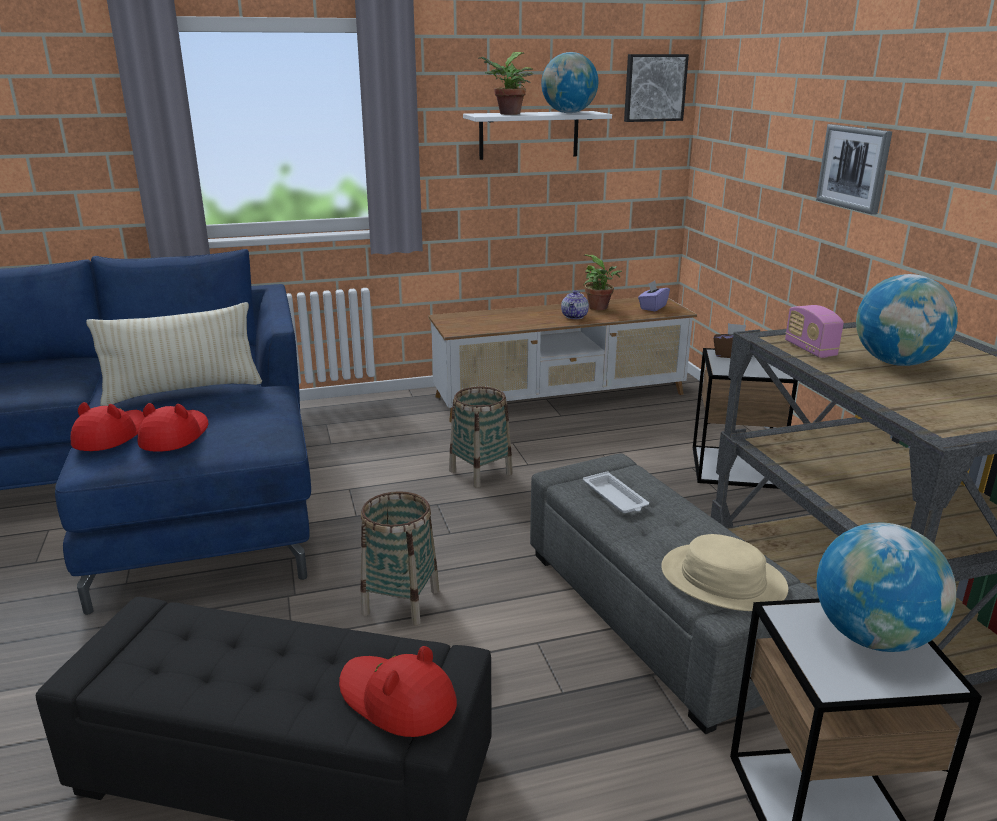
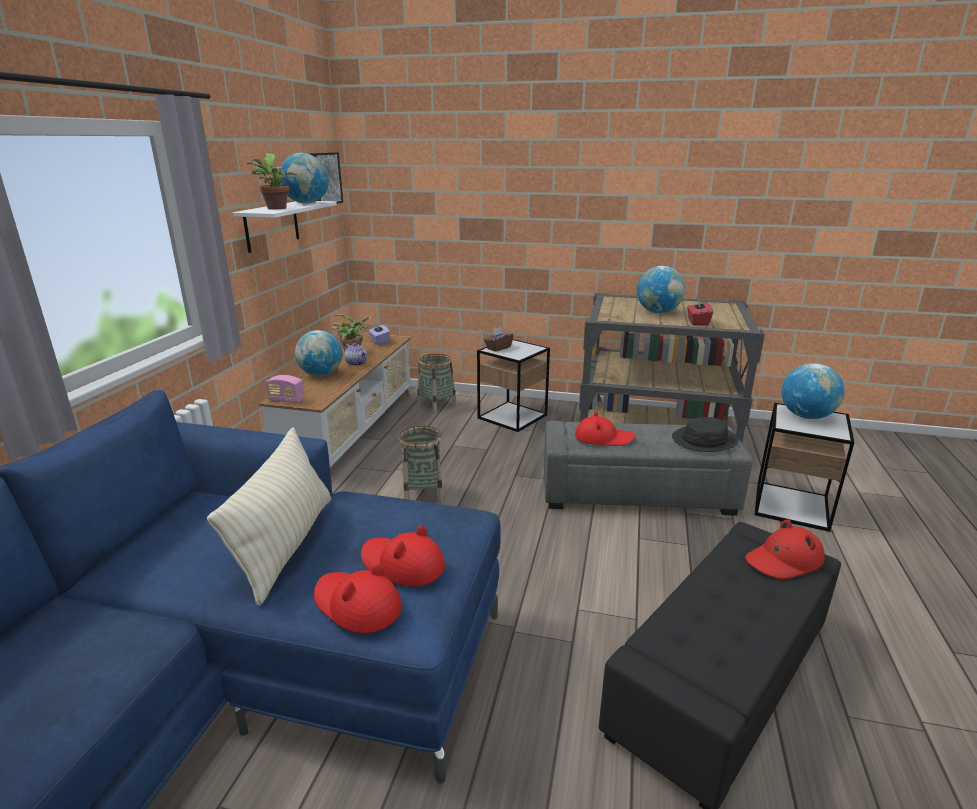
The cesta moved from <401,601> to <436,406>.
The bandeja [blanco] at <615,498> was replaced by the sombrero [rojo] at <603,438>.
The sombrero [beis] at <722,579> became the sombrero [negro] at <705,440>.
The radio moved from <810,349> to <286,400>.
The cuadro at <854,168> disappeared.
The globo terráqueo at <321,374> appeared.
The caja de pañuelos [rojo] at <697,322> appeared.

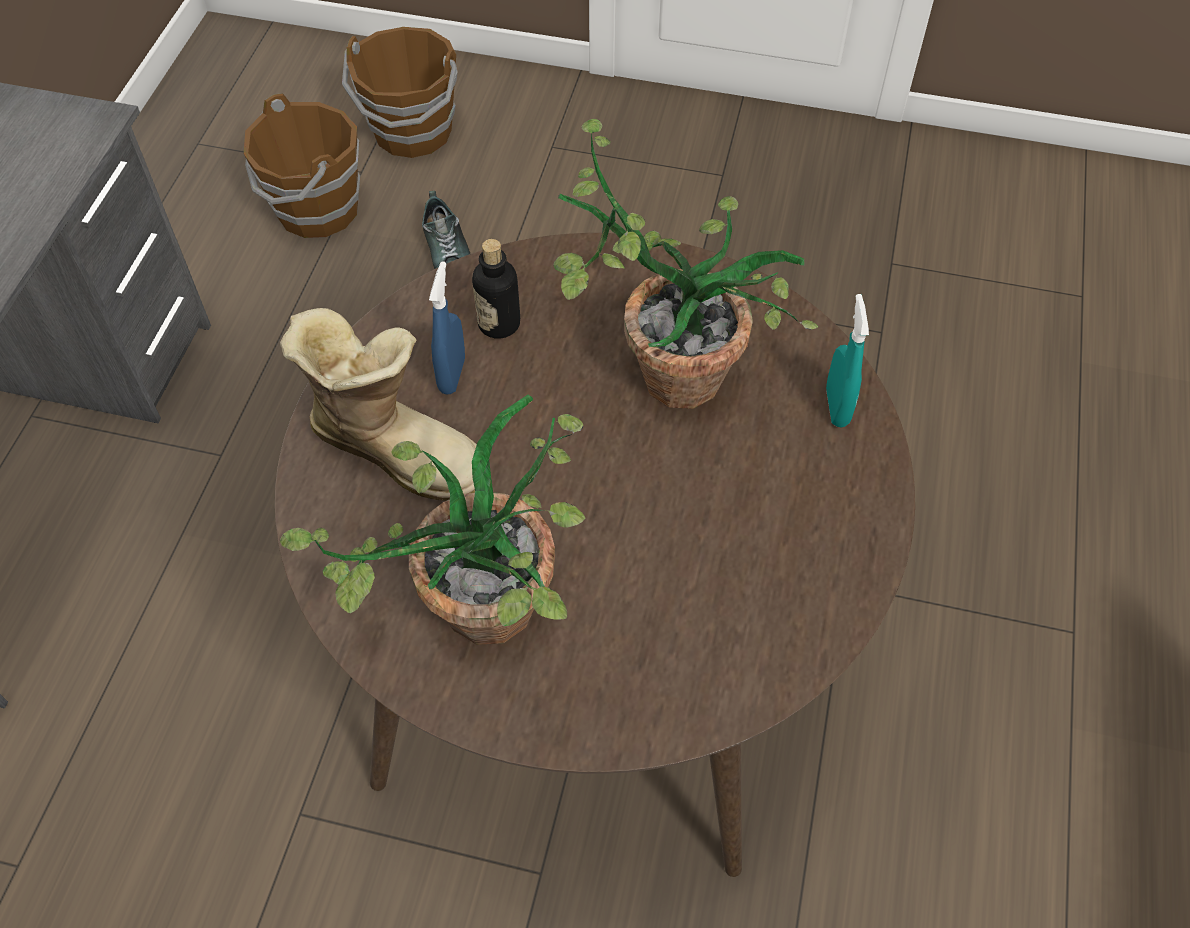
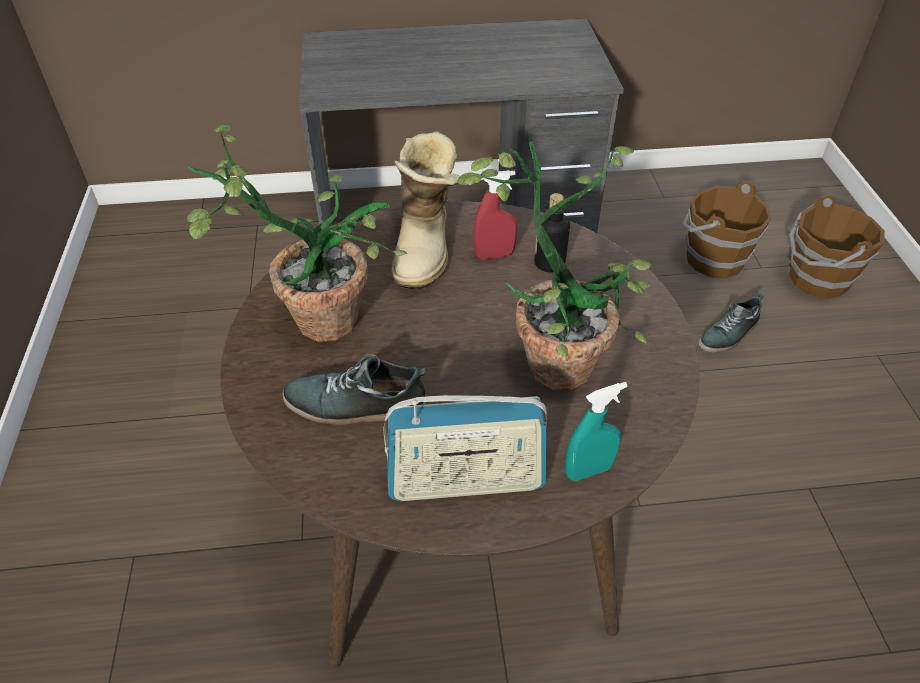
The pulverizador [azul] at <452,375> became the pulverizador [rojo] at <494,255>.
The zapato at <355,405> appeared.
The radio at <466,480> appeared.

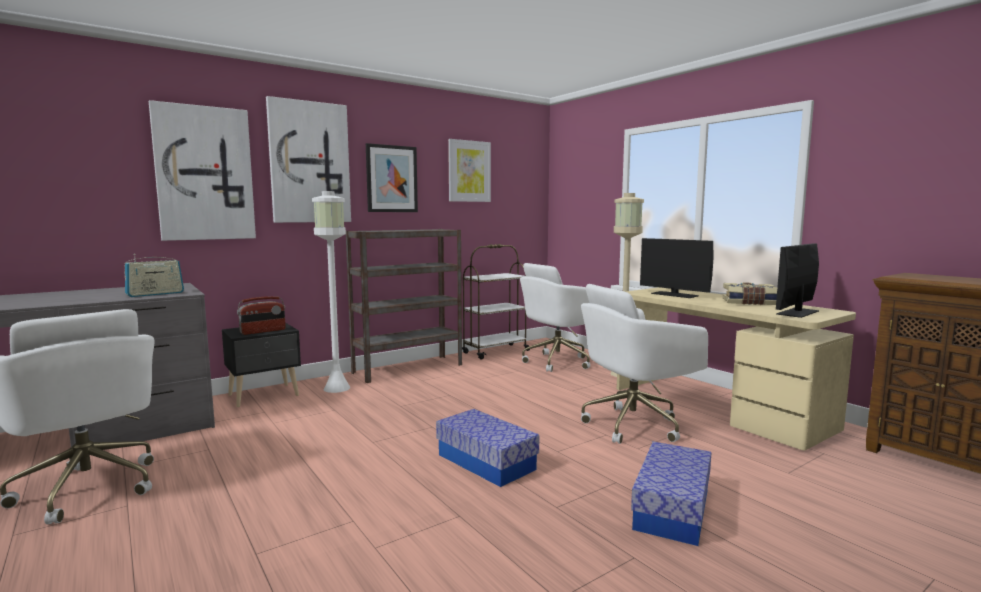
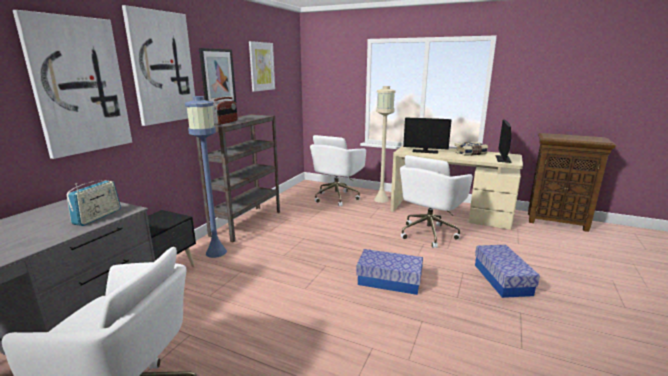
The radio moved from <263,331> to <225,122>.
The lámpara de pie [blanco] at <337,388> became the lámpara de pie [azul] at <216,252>.
The carrito [blanco] at <495,352> disappeared.

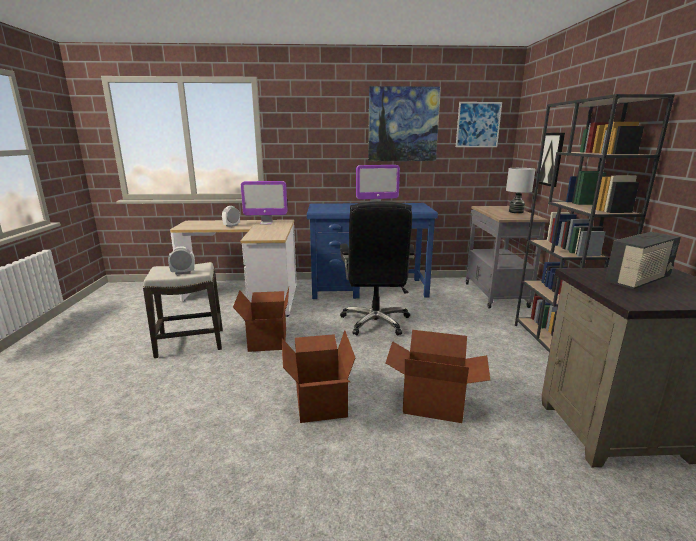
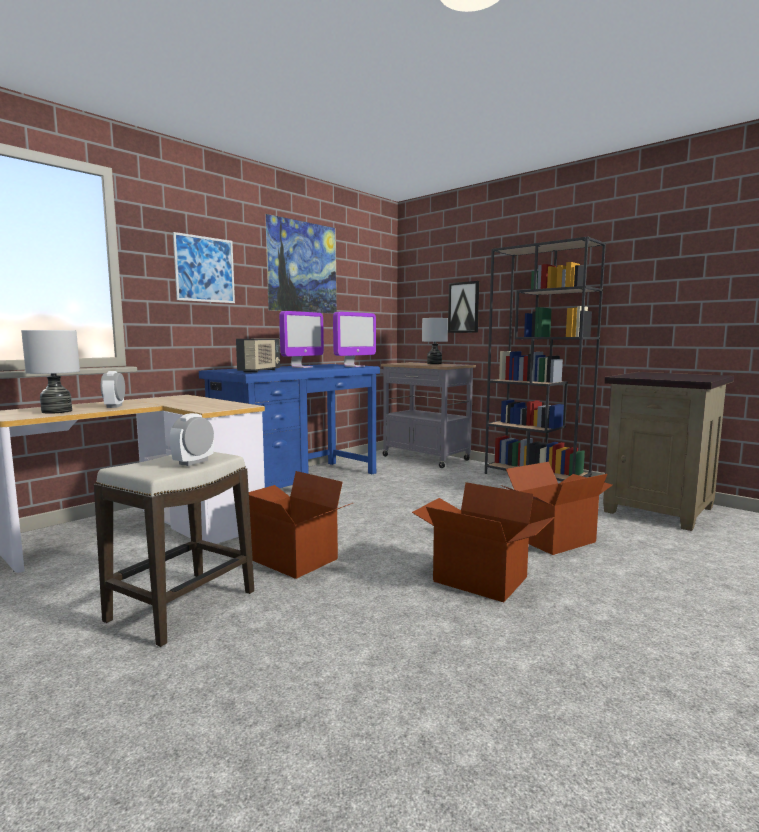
The monitor moved from <266,223> to <354,366>.
The silla de oficina [negro] at <375,320> disappeared.
The cuadro moved from <478,125> to <204,269>.
The radio moved from <638,281> to <260,371>.
The lámpara de mesa [gris] at <57,411> appeared.

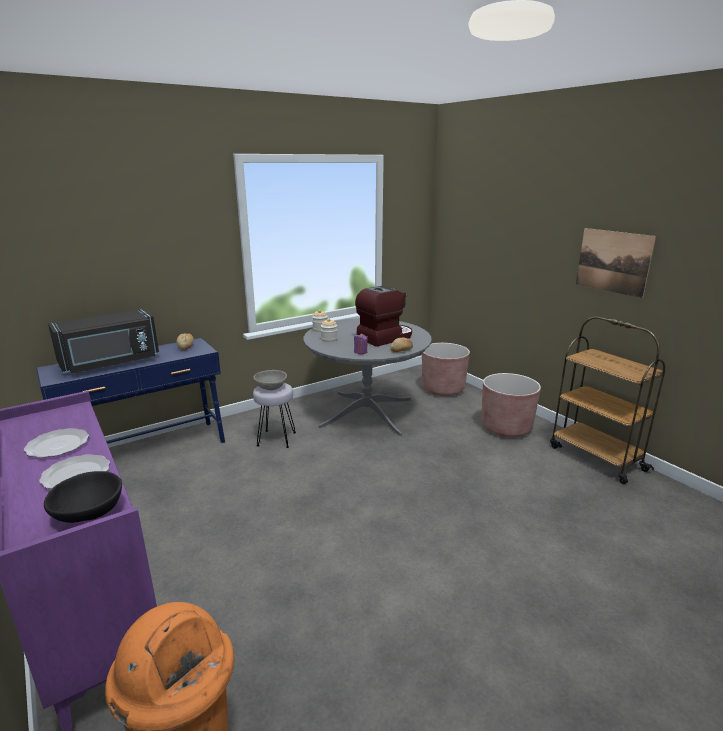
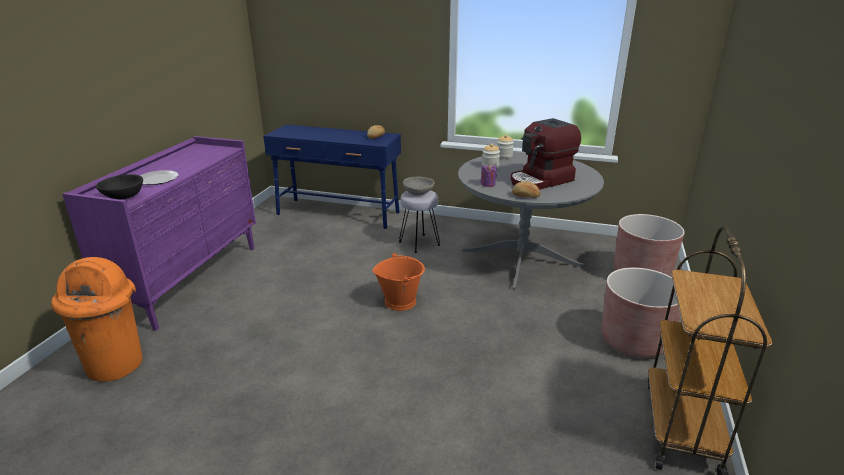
The plato at <58,445> disappeared.
The microondas [negro] at <111,362> disappeared.
The cafetera at <385,337> turned 135 degrees clockwise.
The cuadro at <613,261> disappeared.
The cubo [naranja] at <400,301> appeared.

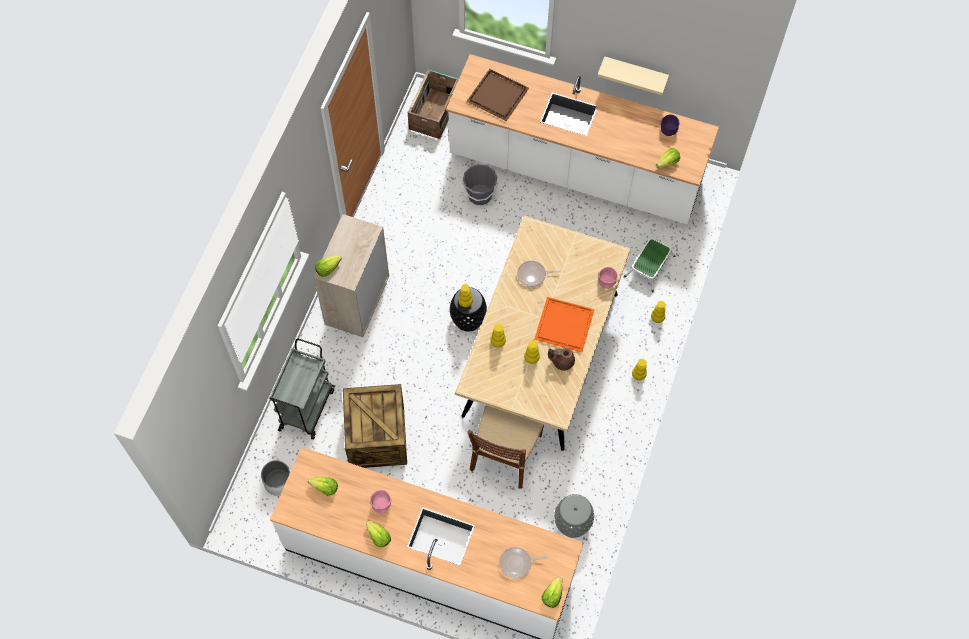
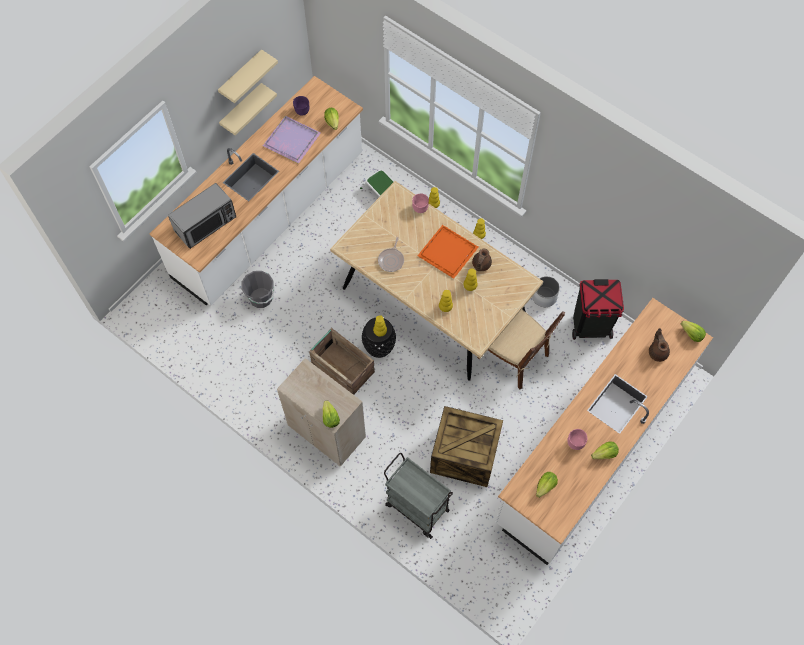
The maceta [blanco] moved from <278,482> to <544,296>.
The caja de embalaje moved from <435,112> to <342,367>.
The bandeja [marrón] at <499,95> was replaced by the microondas at <206,224>.
The sartén at <517,563> was replaced by the tetera [marrón] at <657,352>.
The taburete [gris] at <572,523> was replaced by the papelera [negro] at <590,326>.
The estante [beis] at <241,77> appeared.
The bandeja [morado] at <291,139> appeared.

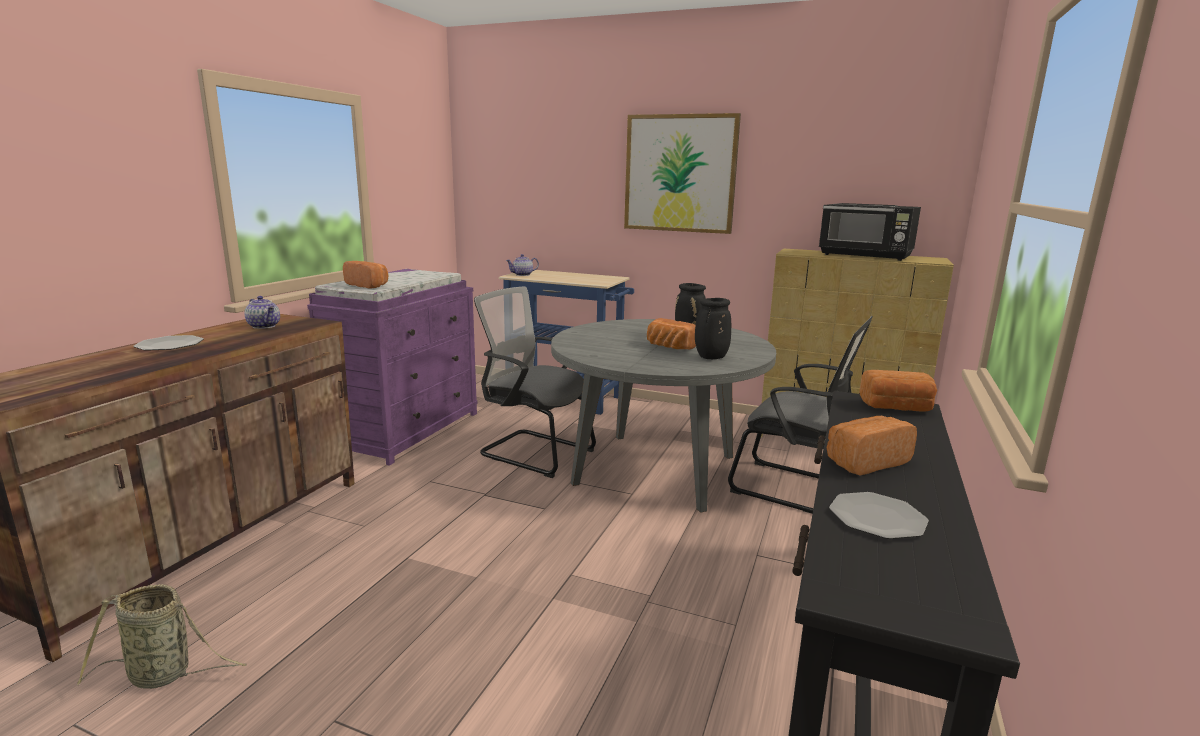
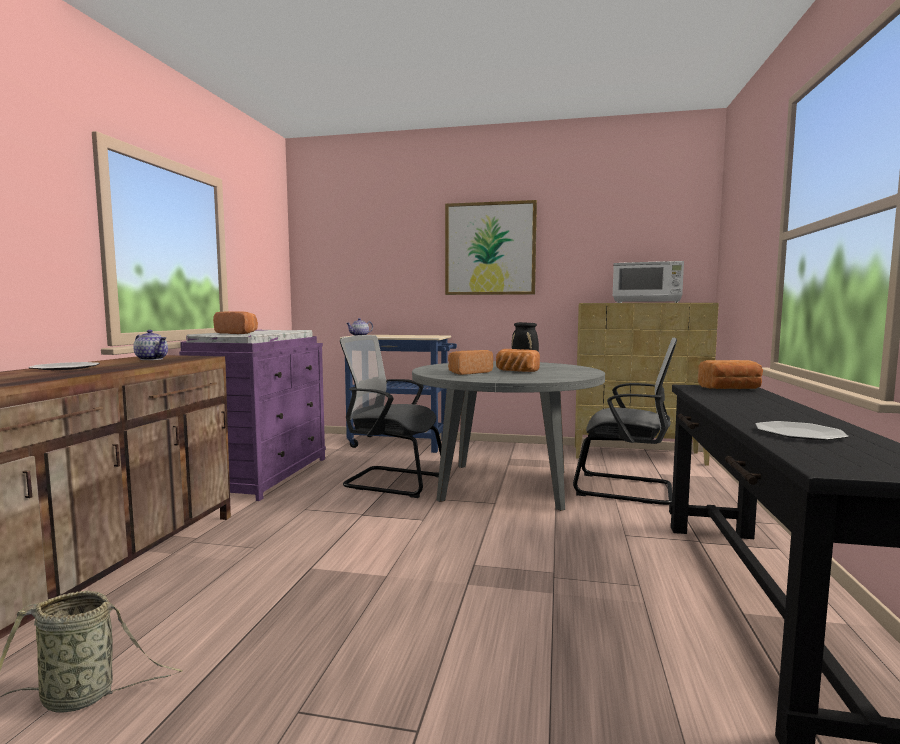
The florero [negro] at <711,357> disappeared.
The microondas [negro] at <866,256> became the microondas [blanco] at <648,302>.
The pan moved from <865,461> to <469,372>.

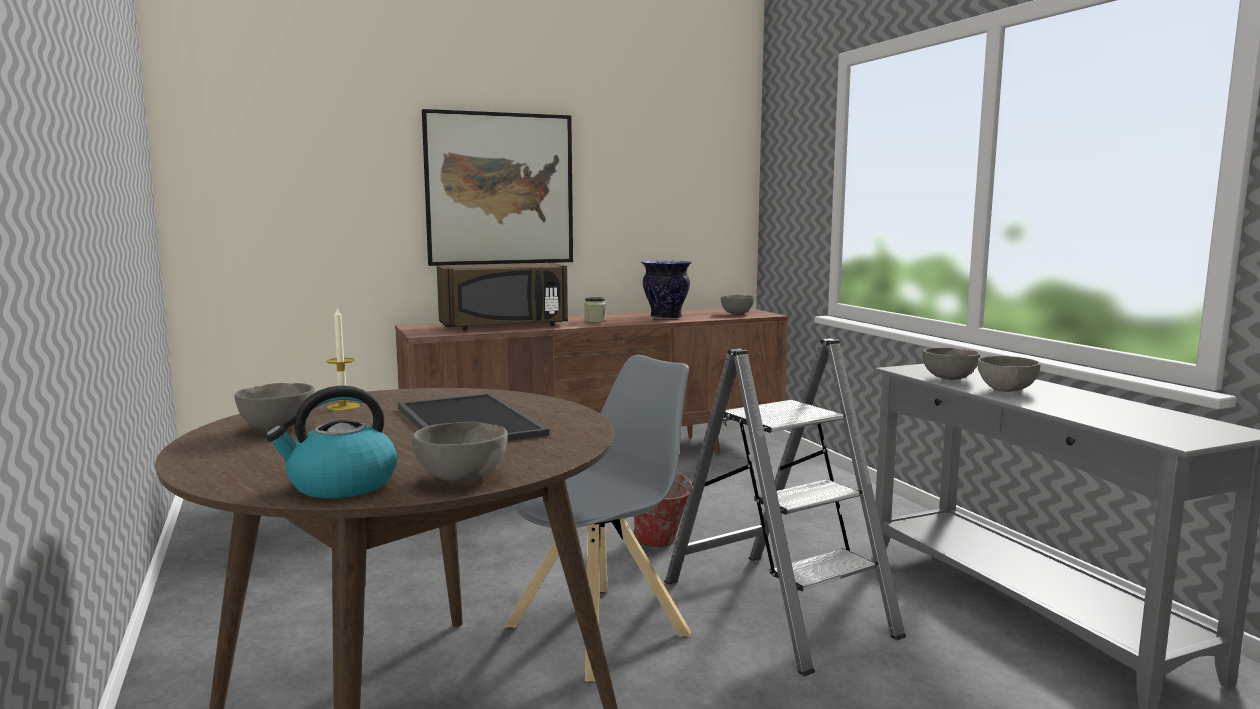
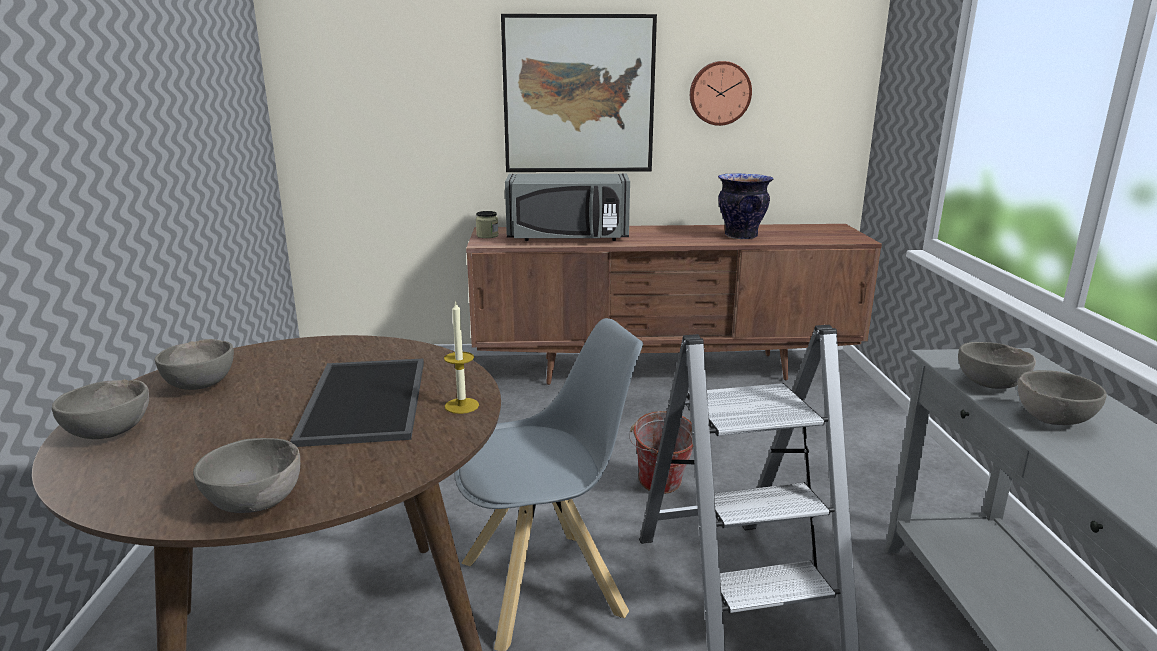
The hervidor at <341,485> disappeared.
The vela moved from <343,407> to <461,406>.
The microondas [marrón] at <504,326> became the microondas [gris] at <568,238>.
The tarro moved from <595,321> to <487,236>.
The cuenco [gris] moved from <737,314> to <111,433>.
The reloj de pared at <719,93> appeared.

